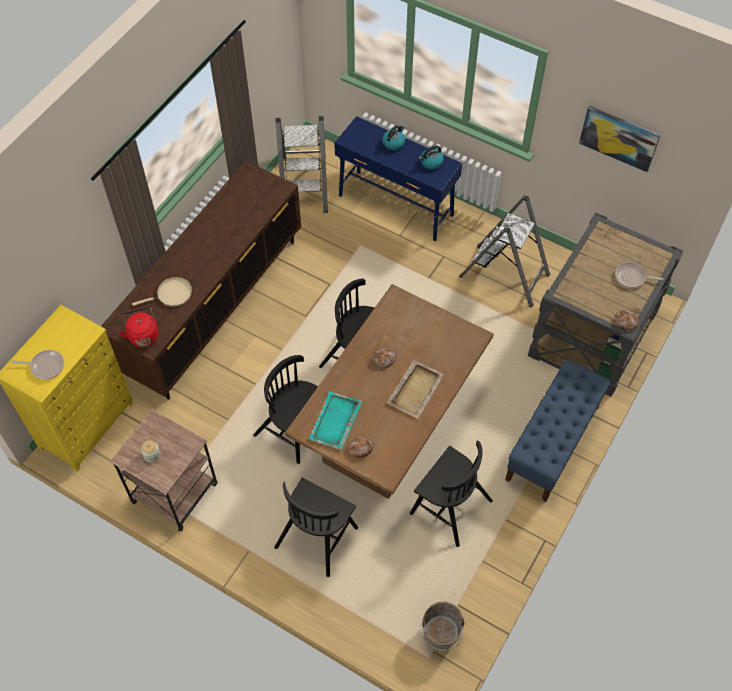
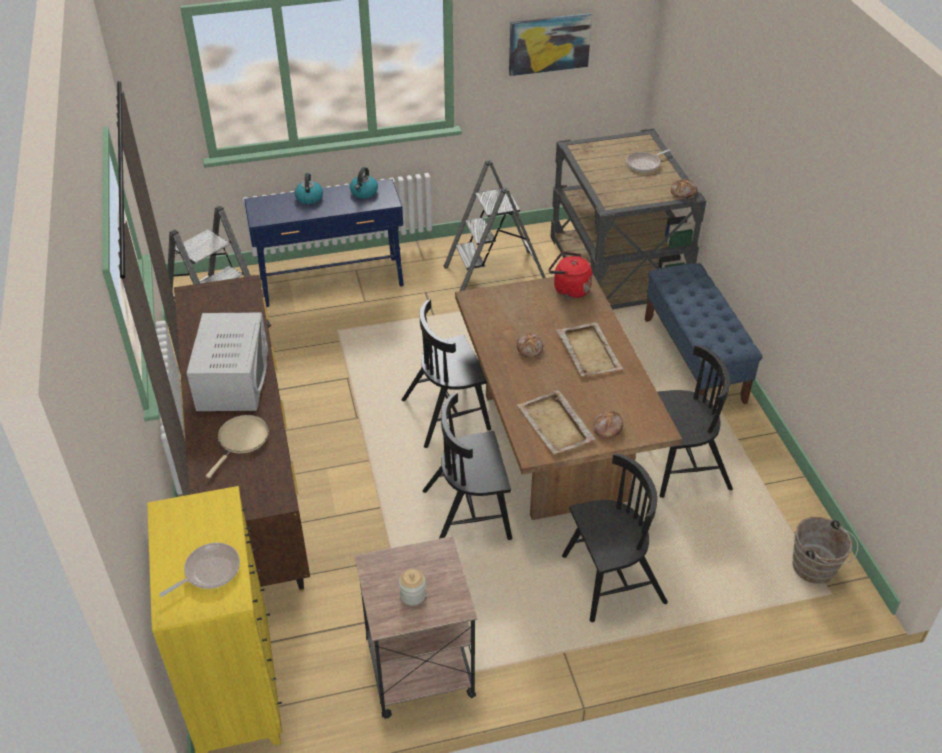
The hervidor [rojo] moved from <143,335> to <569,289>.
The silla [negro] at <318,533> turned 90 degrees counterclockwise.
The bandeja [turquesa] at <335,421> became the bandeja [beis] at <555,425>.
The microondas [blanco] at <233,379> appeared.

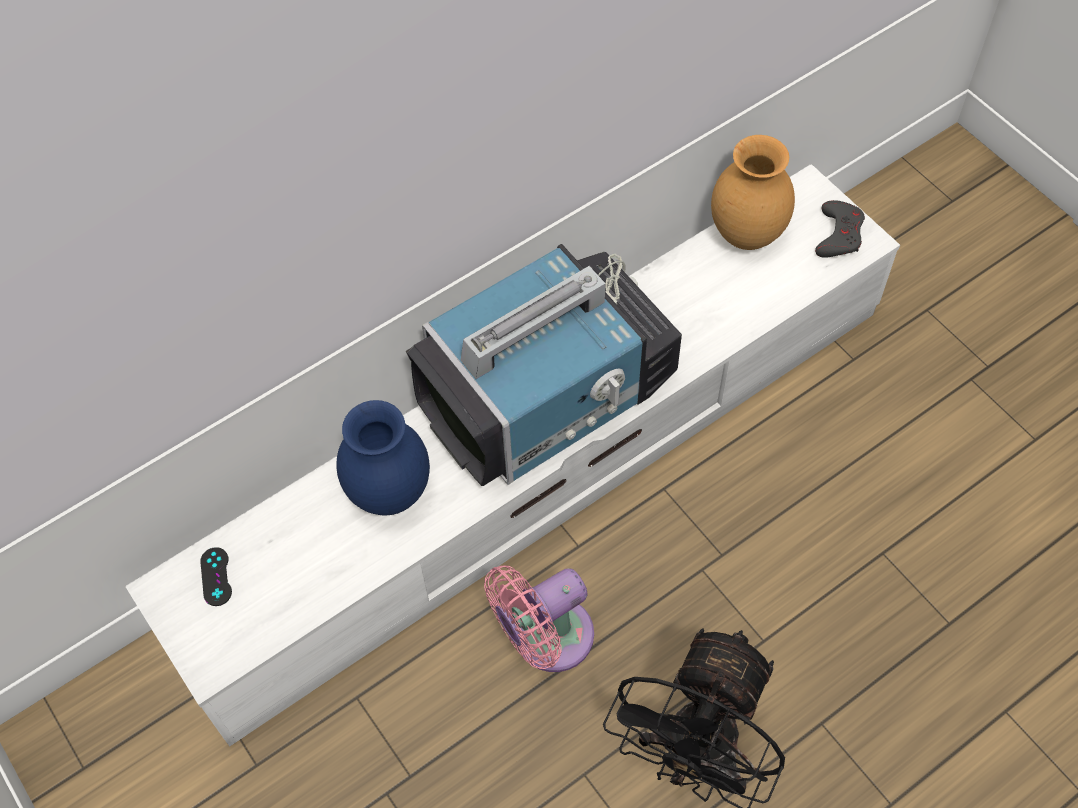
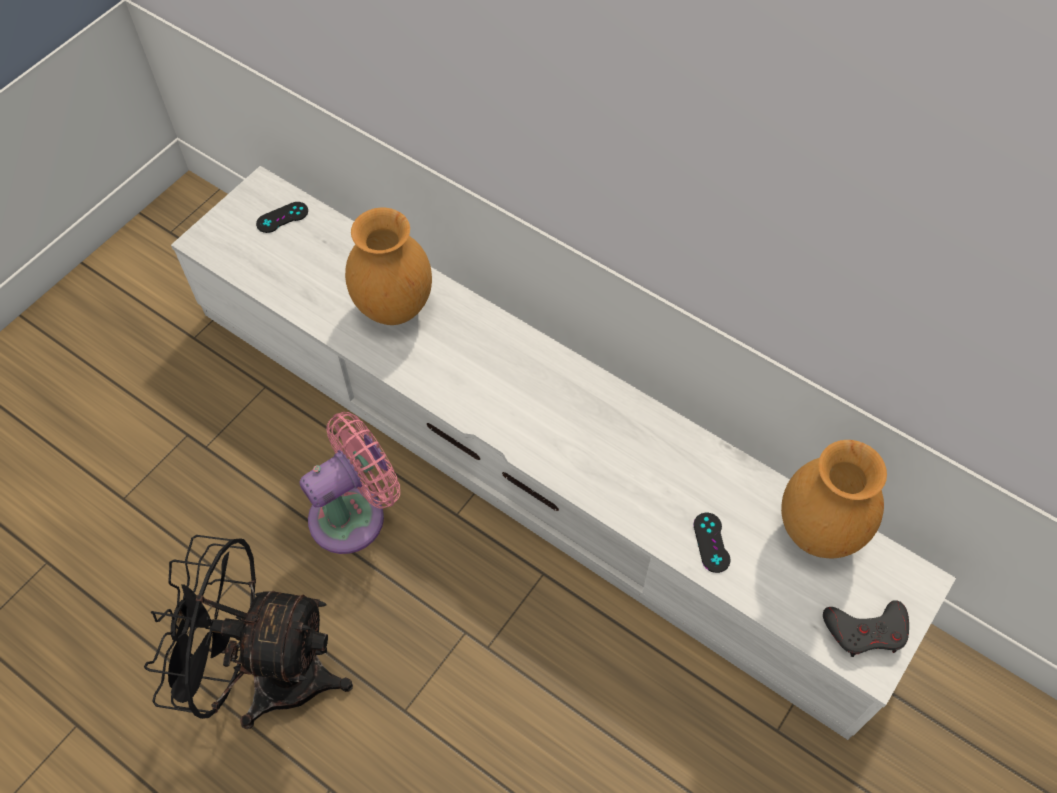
The florero [azul] at <388,494> became the florero [marrón] at <393,308>.
The televisor at <549,395> disappeared.
The ventilador [rosa] at <546,639> turned 105 degrees clockwise.
The mando de consola [negro] at <711,542> appeared.

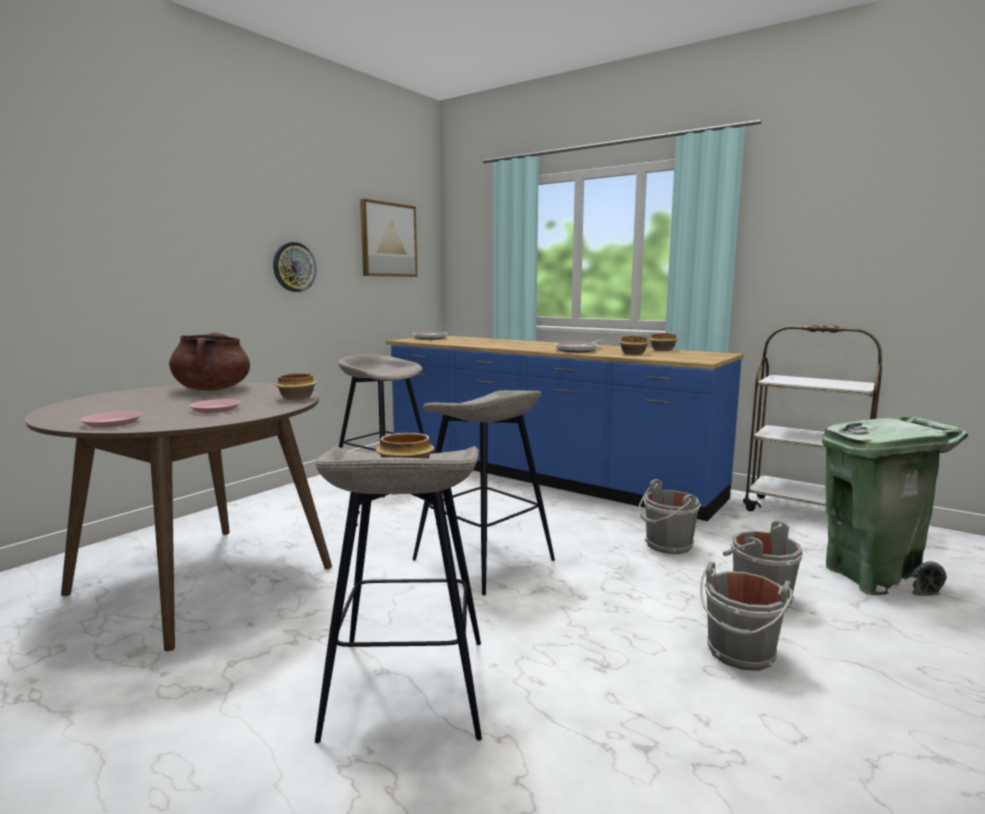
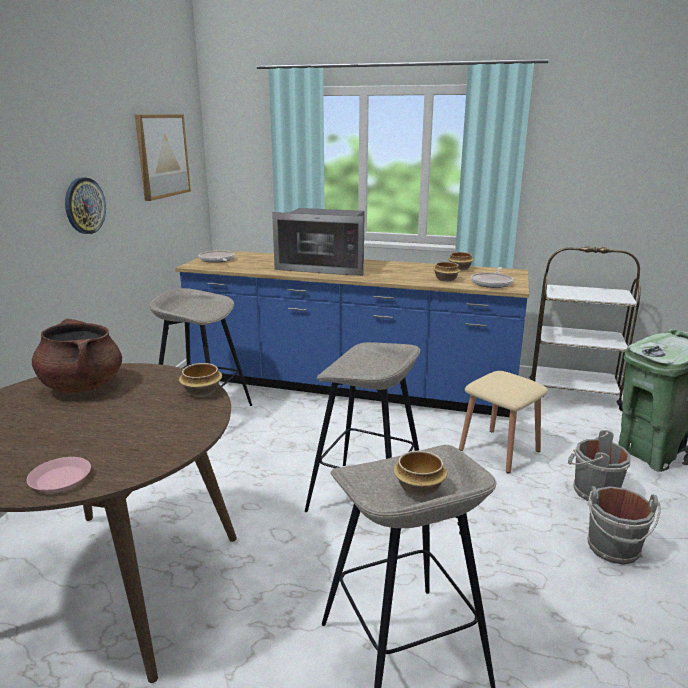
The plato [rosa] at <215,409> disappeared.
The sartén moved from <578,350> to <492,283>.
The cubo [gris] at <667,545> was replaced by the taburete [beis] at <499,450>.
The microondas at <325,267> appeared.

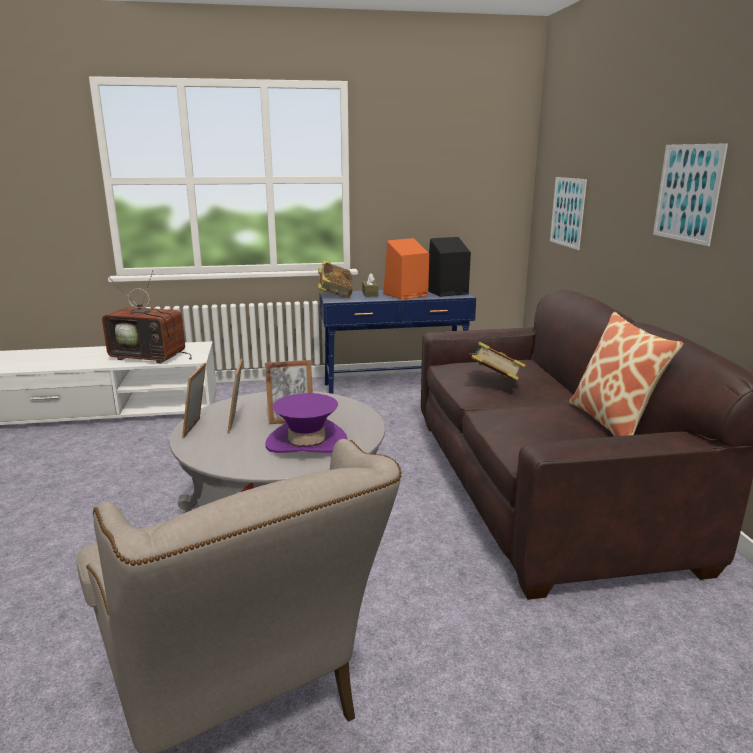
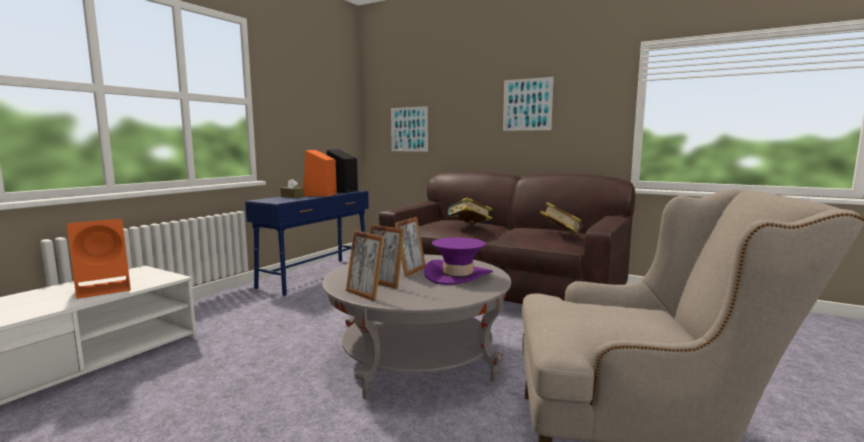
The televisor at <151,357> was replaced by the altavoz [naranja] at <105,288>.
The libro moved from <335,295> to <561,235>.
The cojín at <613,422> disappeared.

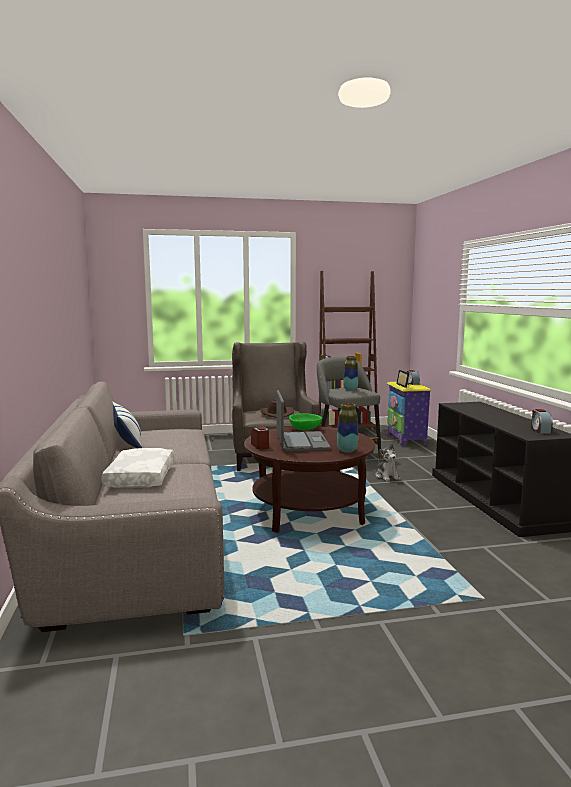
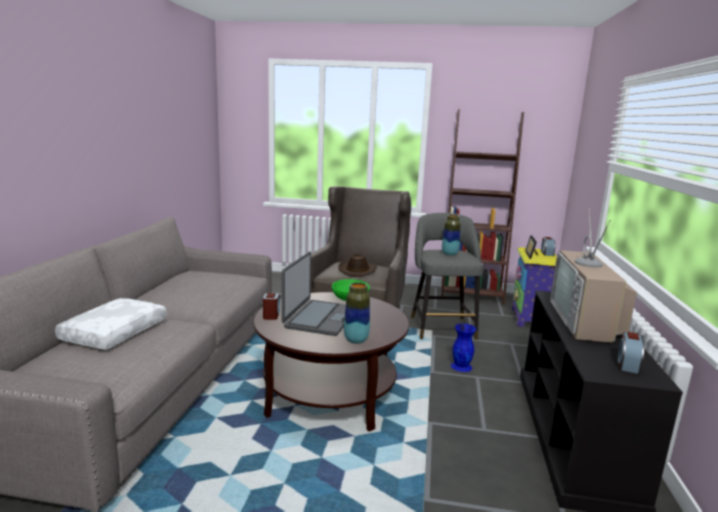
The cojín at <127,441> disappeared.
The peluche at <386,476> was replaced by the florero [azul] at <461,366>.
The televisor at <586,321> appeared.

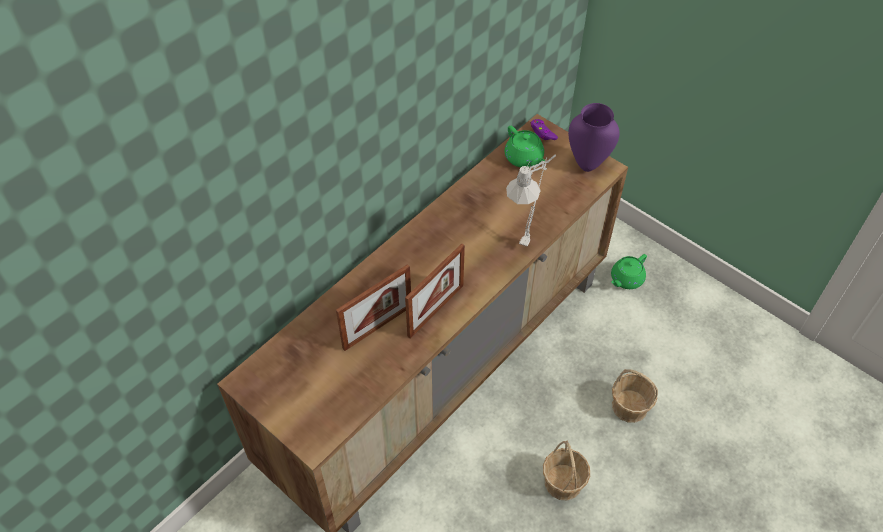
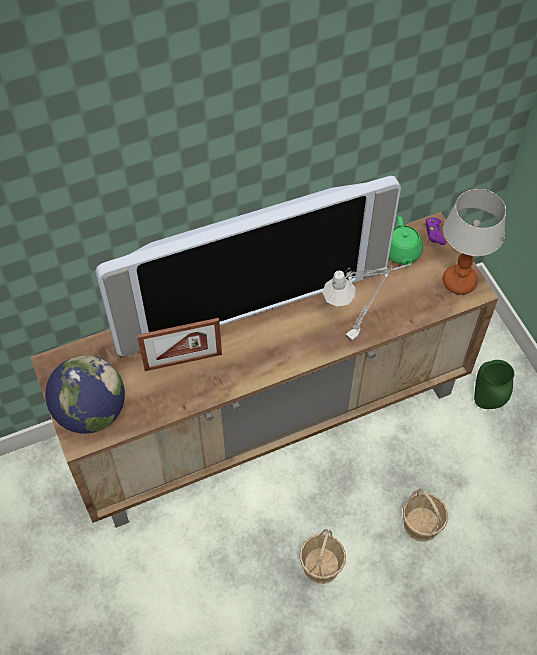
The portarretratos at <435,310> disappeared.
The florero [morado] at <587,165> was replaced by the lámpara de mesa at <458,282>.
The tetera [verde] at <626,279> was replaced by the florero [verde] at <487,402>.
The globo terráqueo at <91,412> appeared.
The televisor at <251,303> appeared.

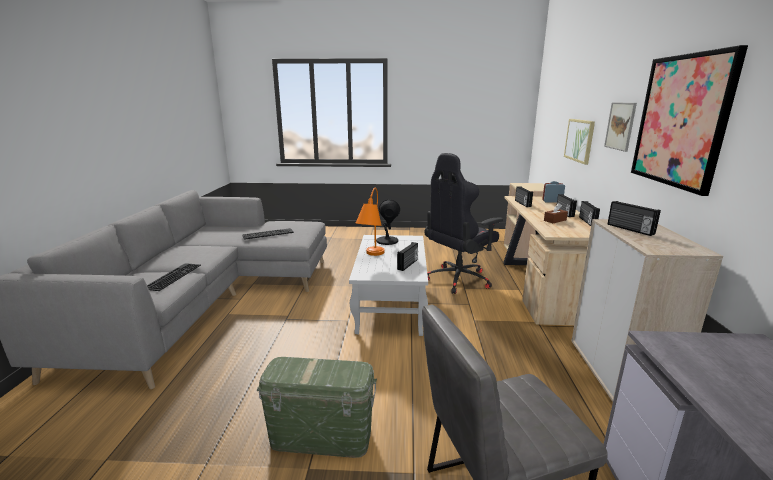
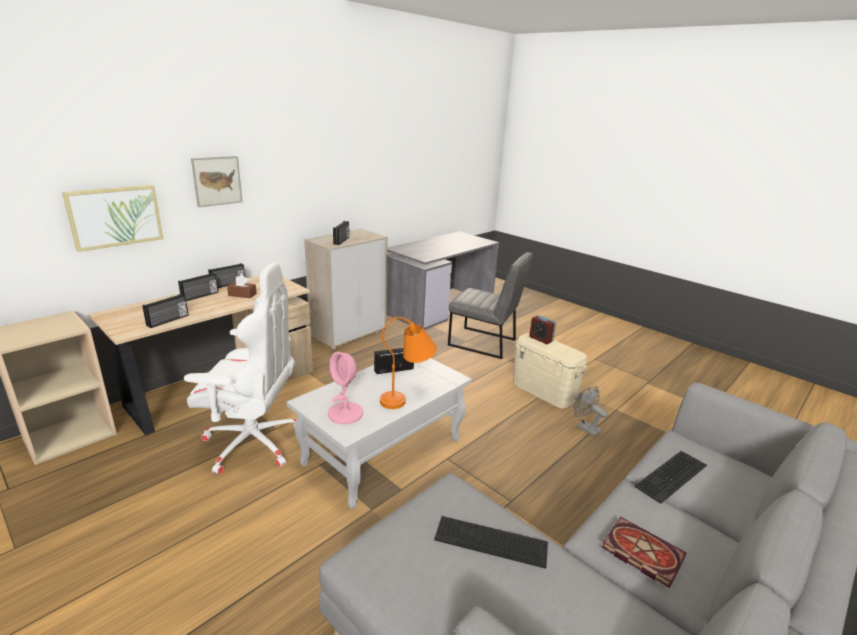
The caja de almacenaje [verde] at <321,437> became the caja de almacenaje [beis] at <544,390>.
The lámpara de mesa [negro] at <387,241> became the lámpara de mesa [rosa] at <345,413>.
The silla de oficina [negro] at <458,279> became the silla de oficina [blanco] at <251,443>.
The despertador moved from <552,201> to <541,339>.
The cuadro at <681,121> disappeared.
The ventilador [gris] at <585,428> appeared.
The libro at <640,552> appeared.

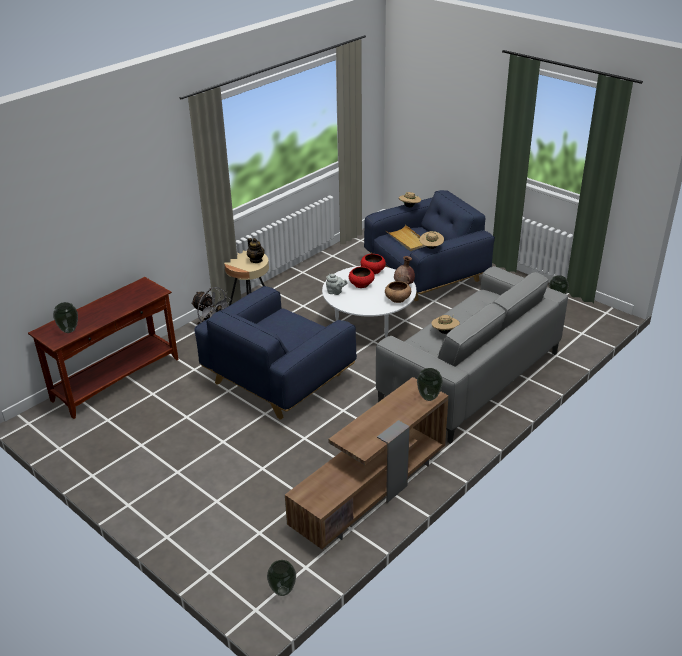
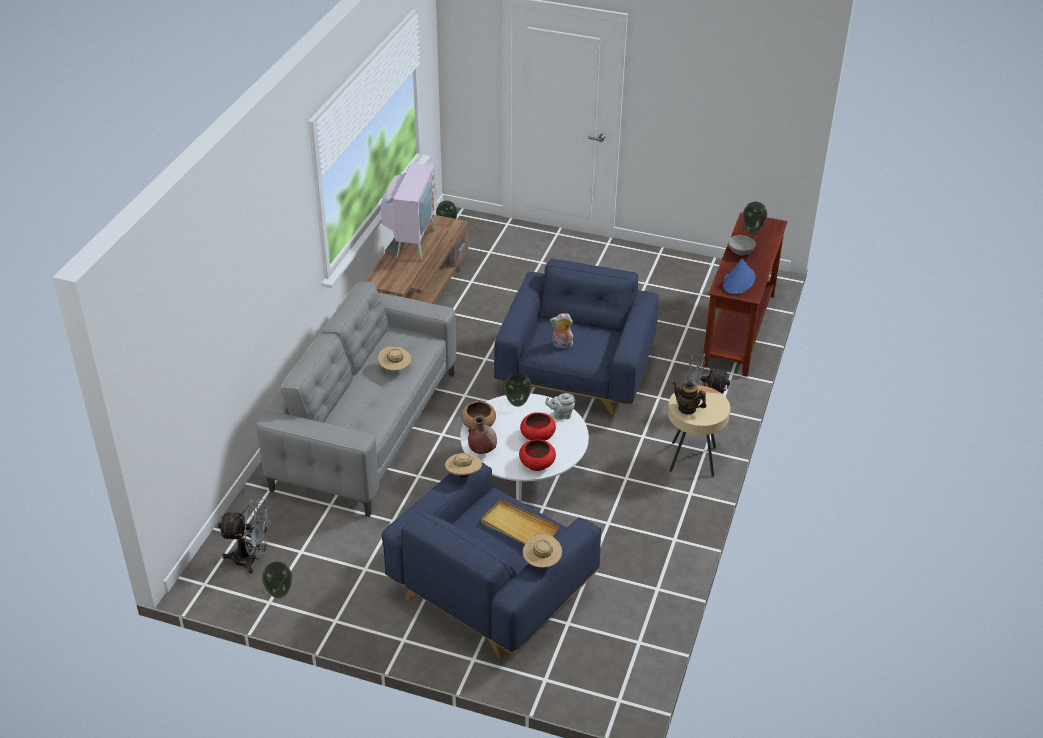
The florero moved from <429,398> to <517,402>.
The ventilador [gris] at <251,558> appeared.
The televisor at <411,242> appeared.
The peluche at <561,345> appeared.
The sombrero [azul] at <738,281> appeared.
The cuenco [gris] at <740,253> appeared.

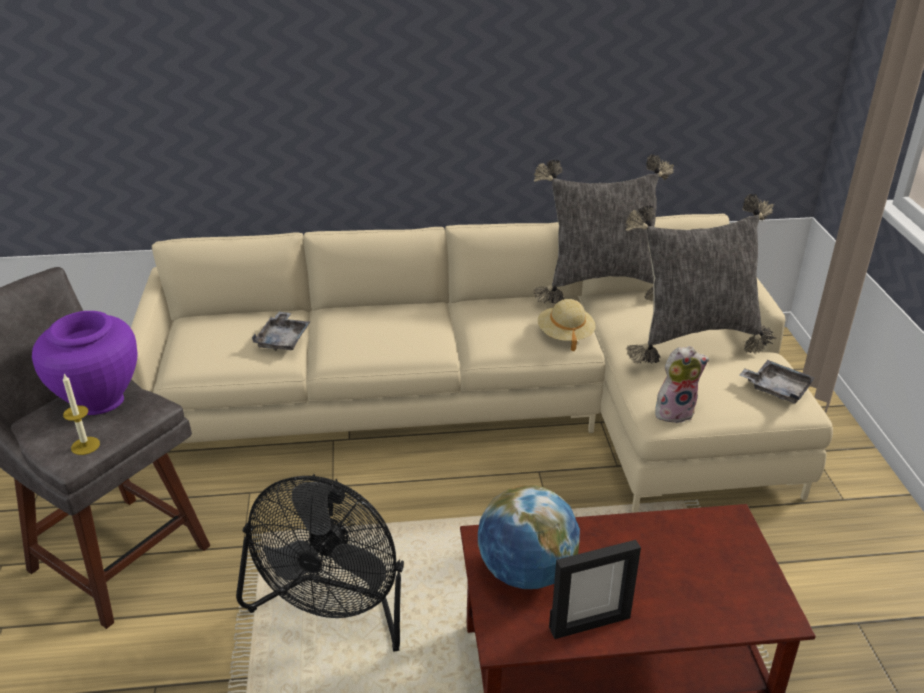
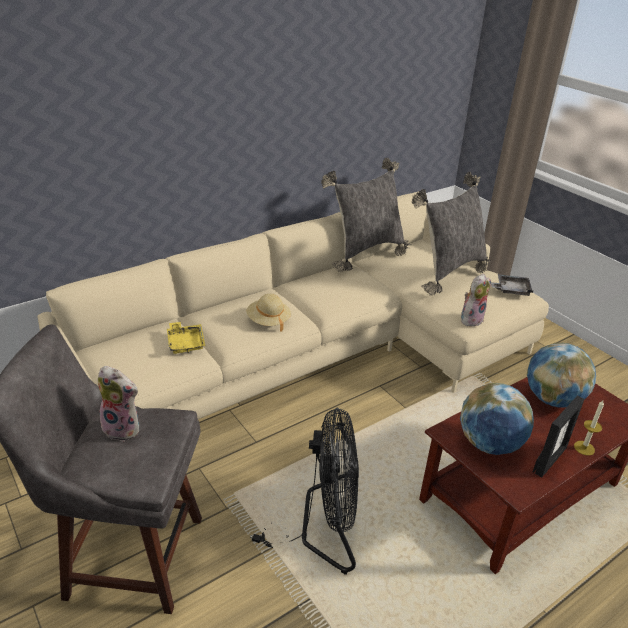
The florero [morado] at <98,400> was replaced by the peluche at <124,428>.
The vela moved from <85,446> to <584,448>.
The ventilador [negro] at <330,603> turned 75 degrees counterclockwise.
The bandeja [gris] at <283,339> became the bandeja [amarillo] at <185,343>.
The sombrero [beis] moved from <565,335> to <268,321>.
The globo terráqueo at <552,399> appeared.

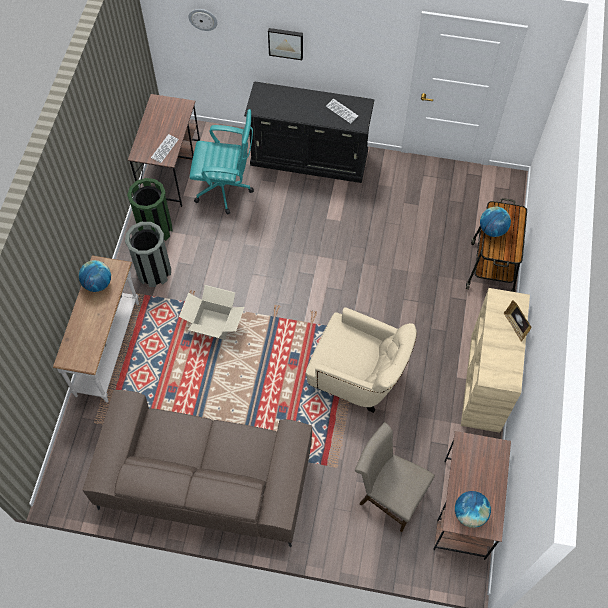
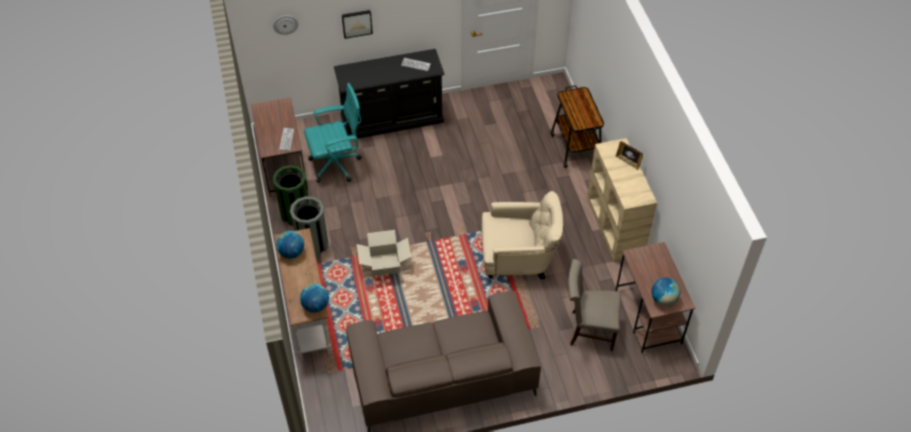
The globo terráqueo moved from <492,230> to <315,306>.

